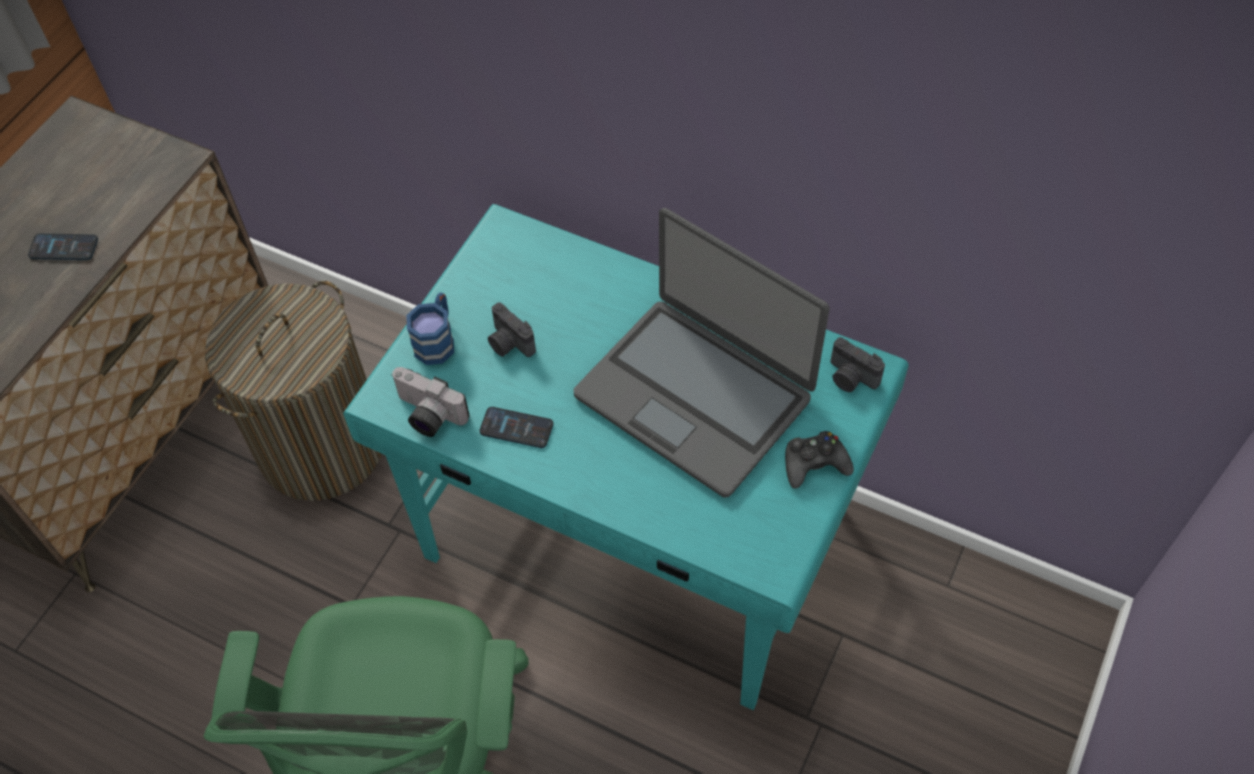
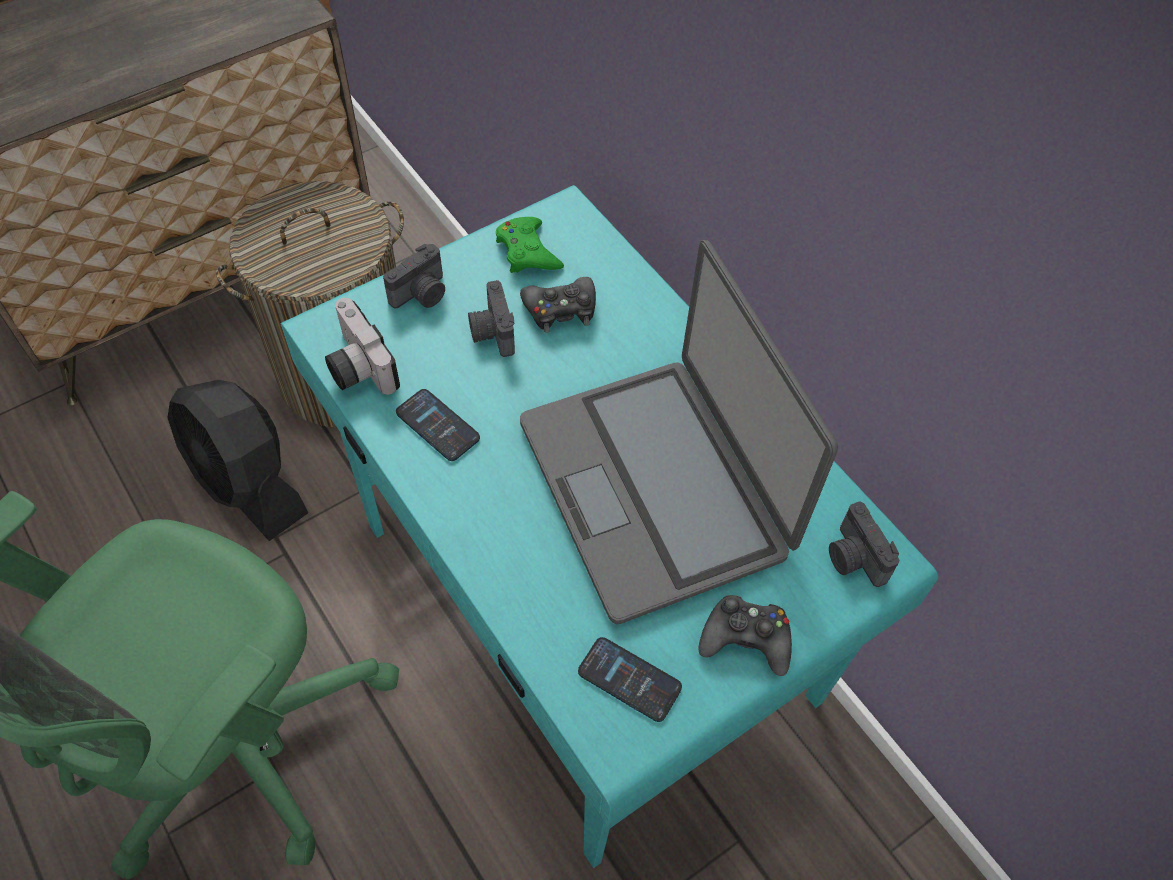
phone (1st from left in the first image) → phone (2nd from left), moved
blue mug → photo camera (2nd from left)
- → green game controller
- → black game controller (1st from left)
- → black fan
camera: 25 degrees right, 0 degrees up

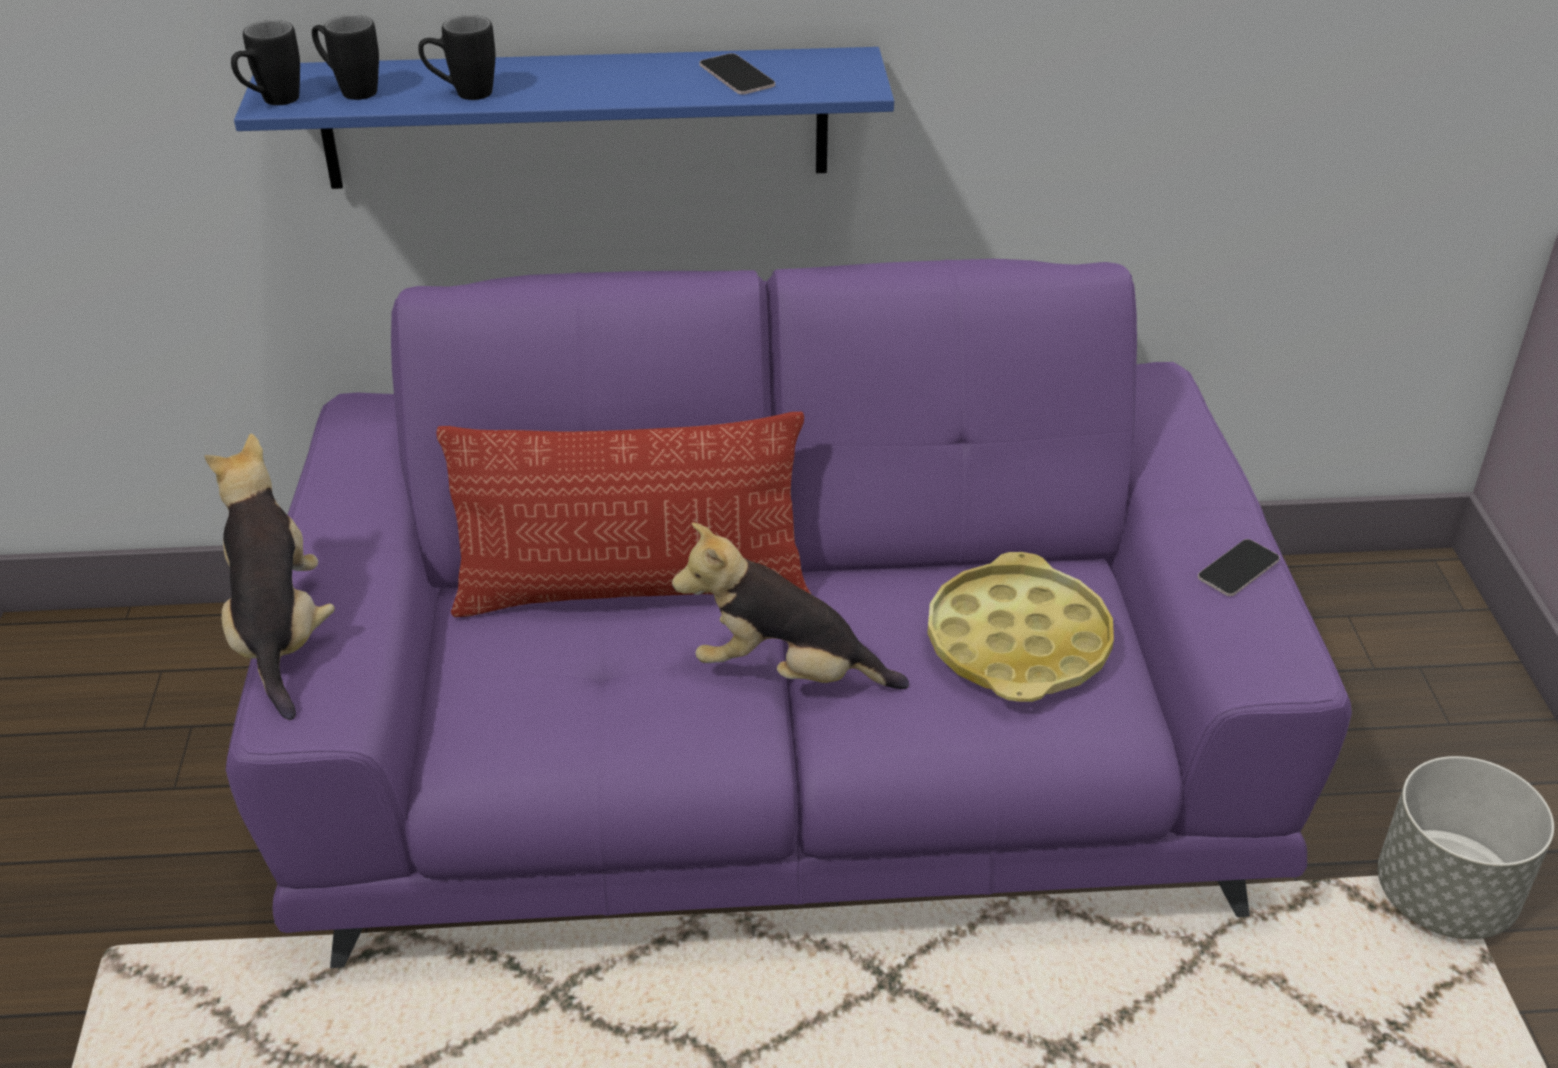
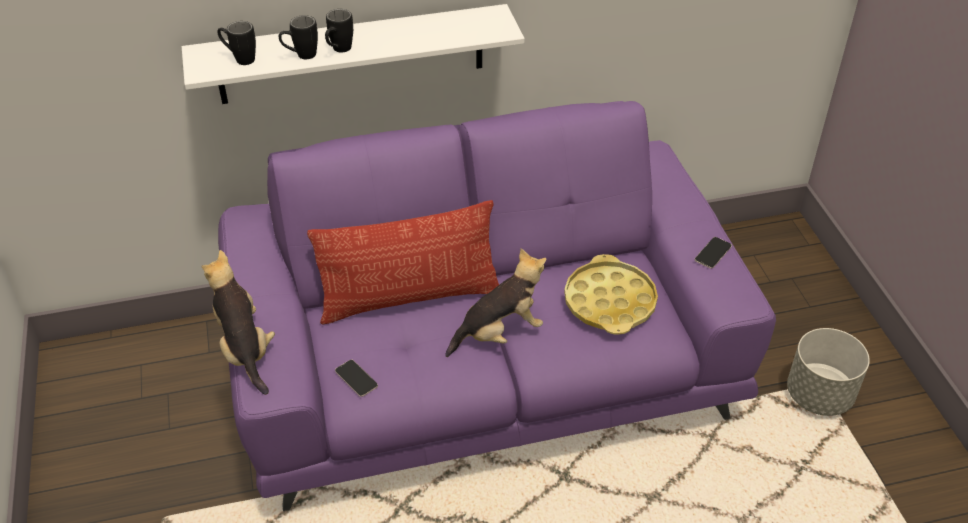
black mug (1st from left in the first image) → black mug (3rd from left), moved
blue shelf → white shelf
phone (1st from left), moved
plush toy (2nd from left), 150 degrees clockwise
camera: 10 degrees left, 5 degrees up

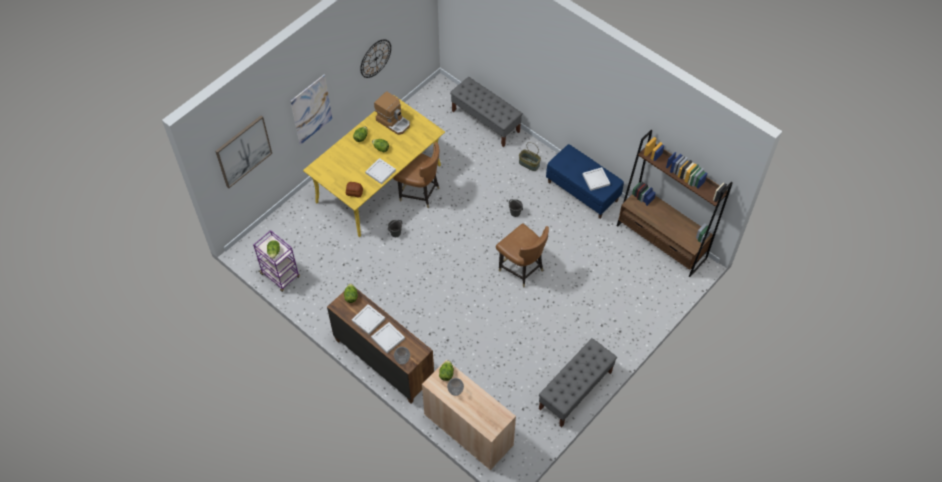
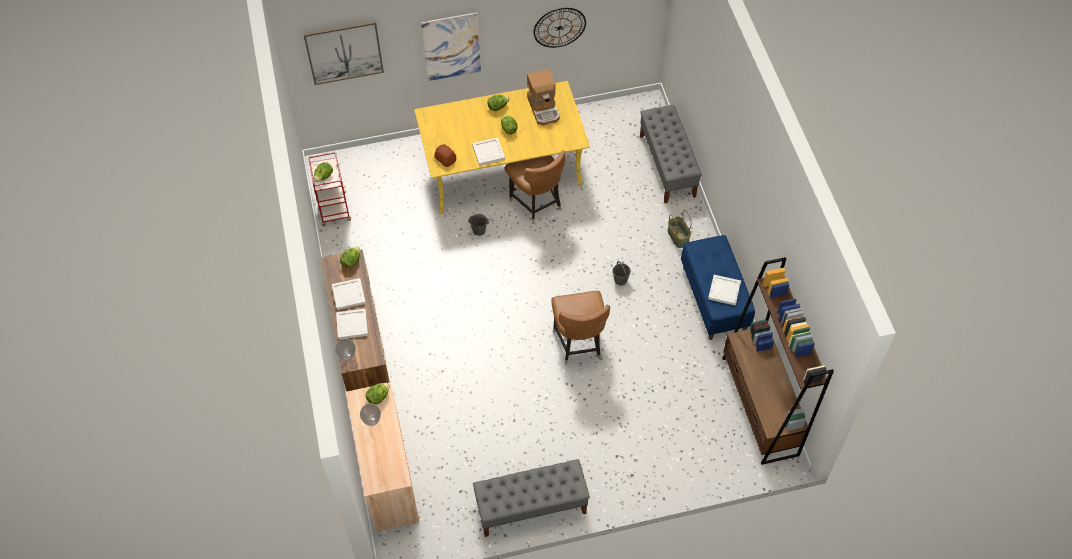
purple cart → red cart
camera: 35 degrees right, 0 degrees up

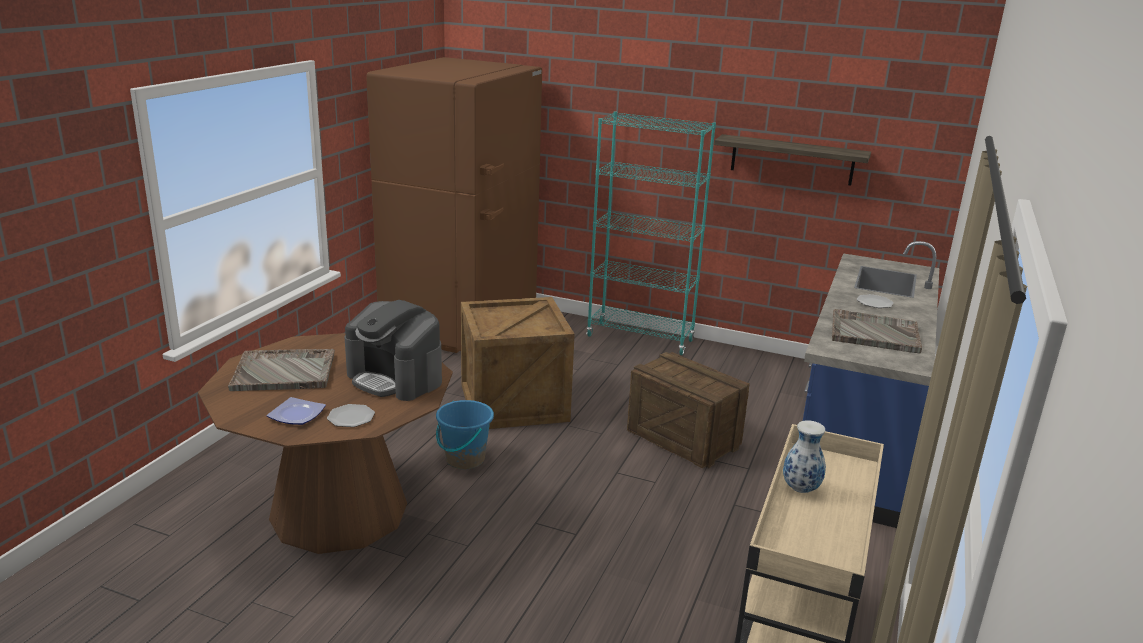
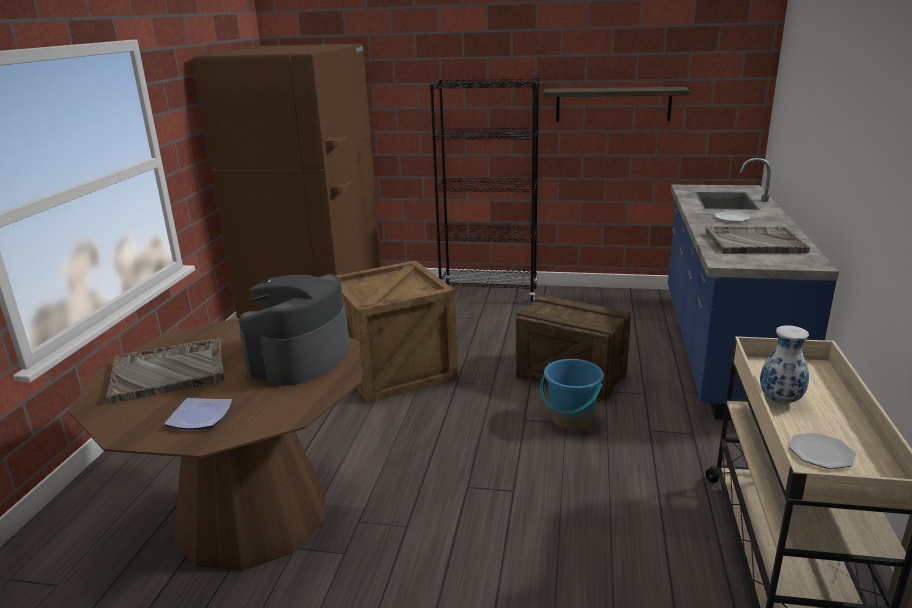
turquoise bookcase → black bookcase
coffee machine, 90 degrees clockwise
blue bucket, moved
plate (2nd from left in the first image) → plate (3rd from left), moved
camera: 10 degrees left, 0 degrees up

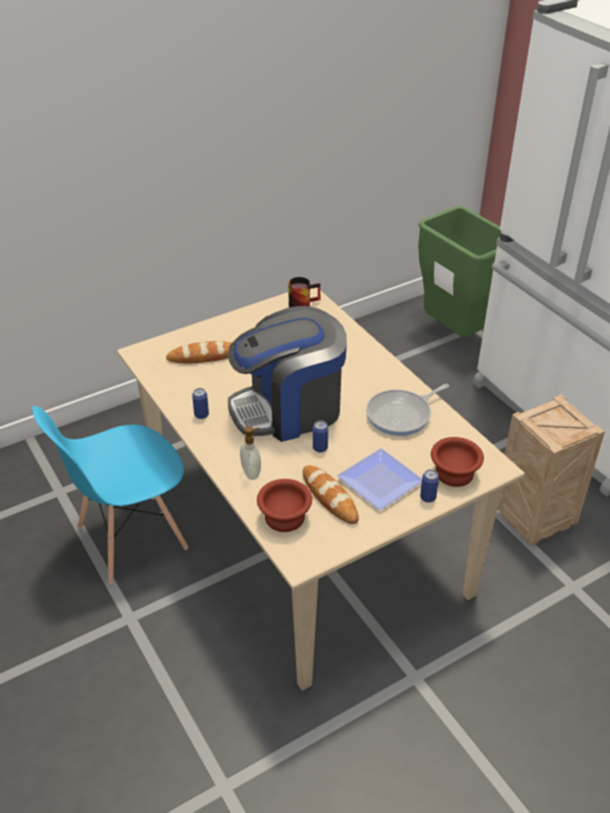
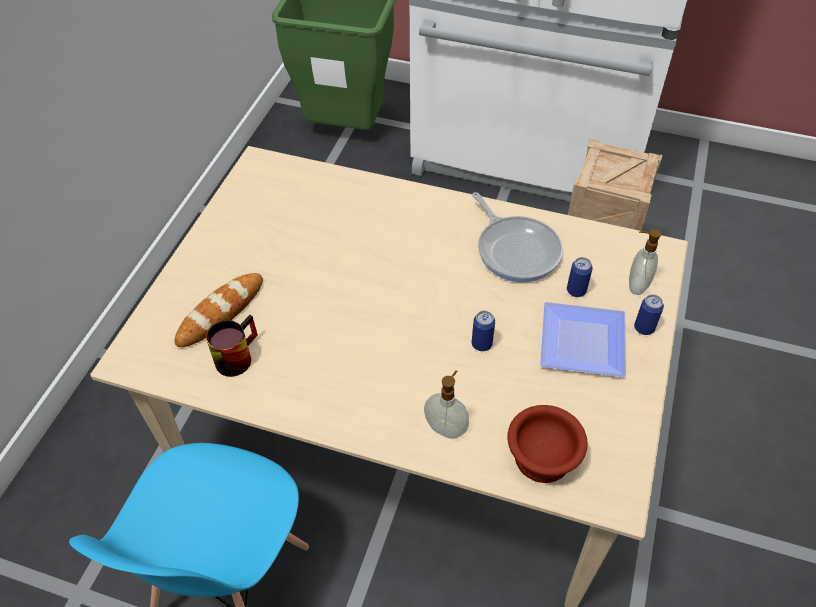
mug, moved
coffee machine → -
frying pan, 45 degrees counterclockwise
can (1st from left in the first image) → can (2nd from left), moved
brown bowl (2nd from left) → soap dispenser (2nd from left)
bread (2nd from left) → -
camera: 40 degrees left, 10 degrees up

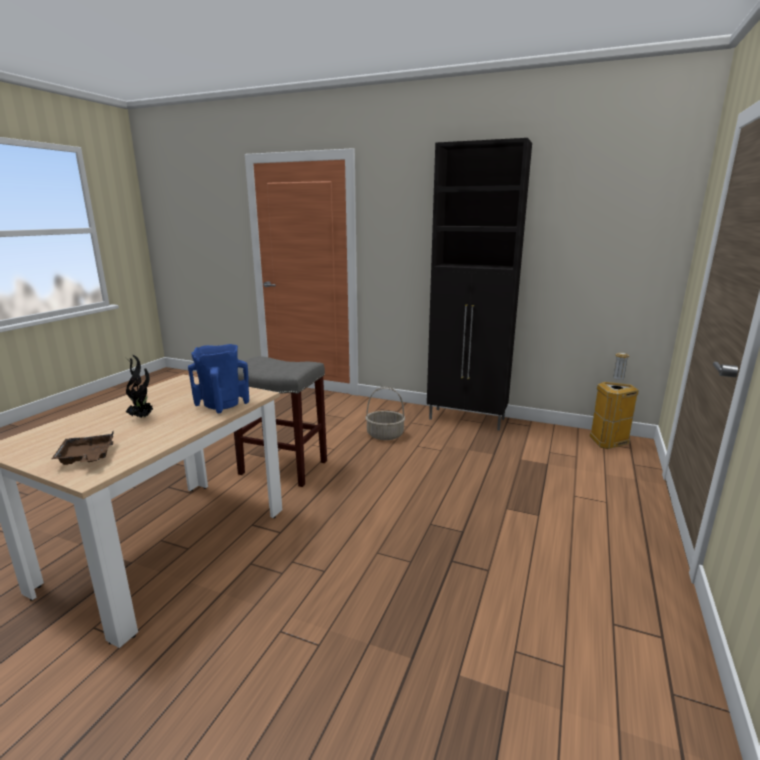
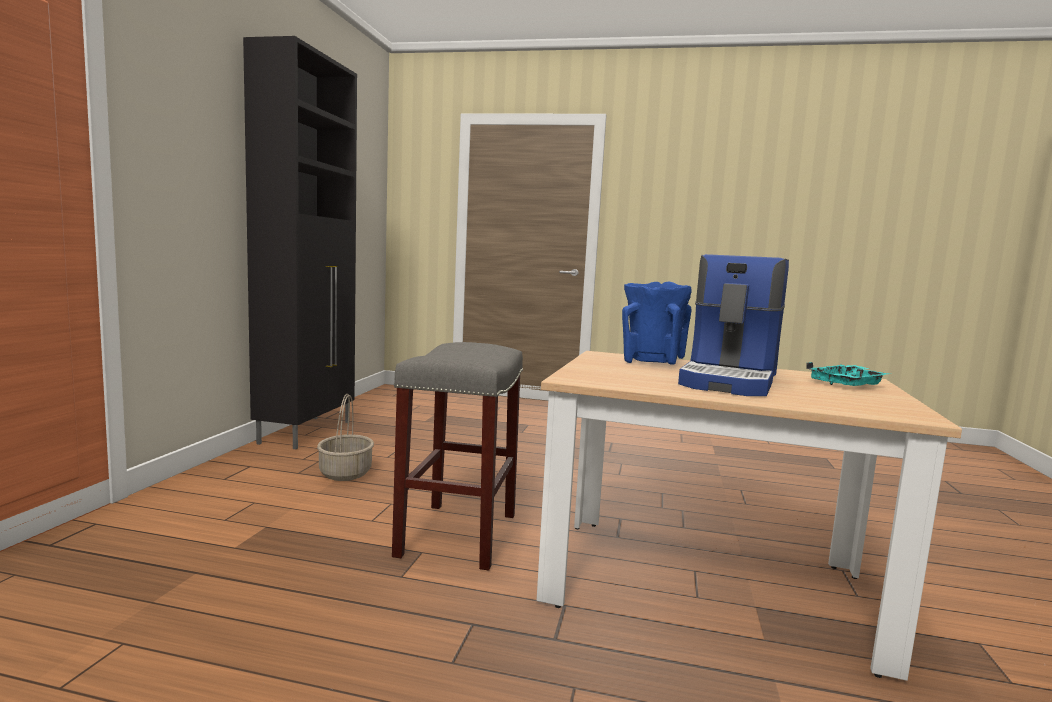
trash can → -
potted plant → coffee machine
brown tray → turquoise tray
camera: 100 degrees left, 10 degrees down

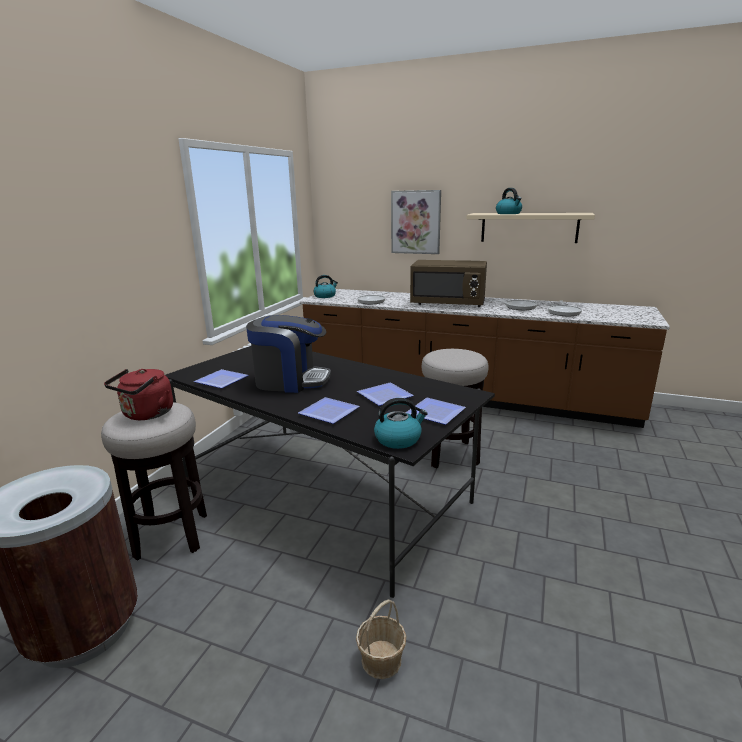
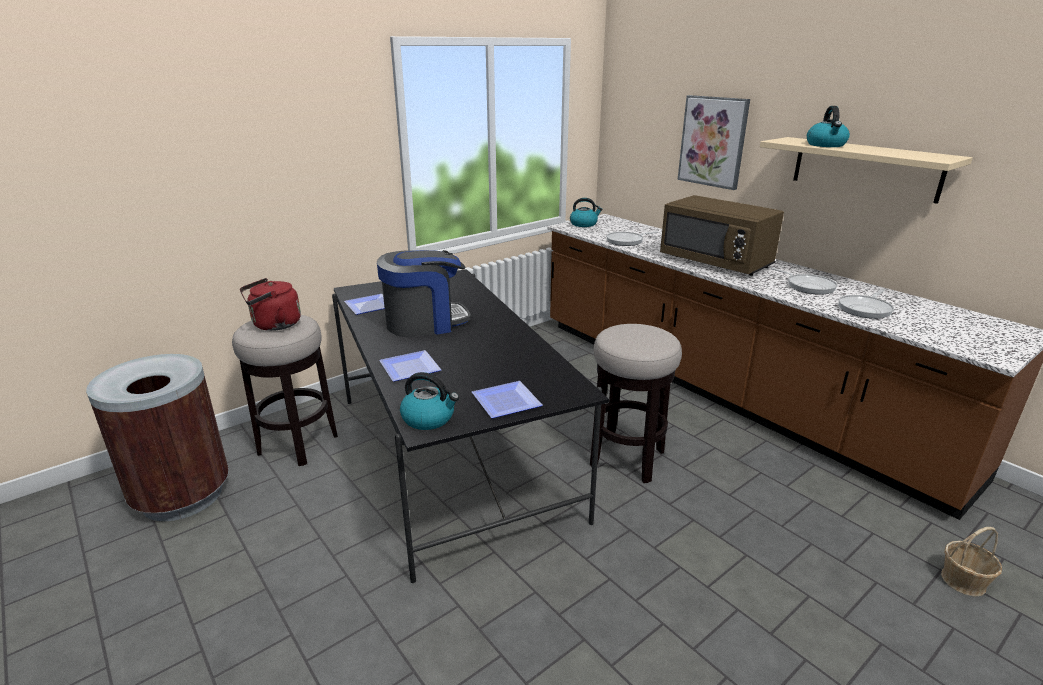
coffee machine, 60 degrees counterclockwise
plate (3rd from left) → -
basket, moved
camera: 30 degrees right, 5 degrees up

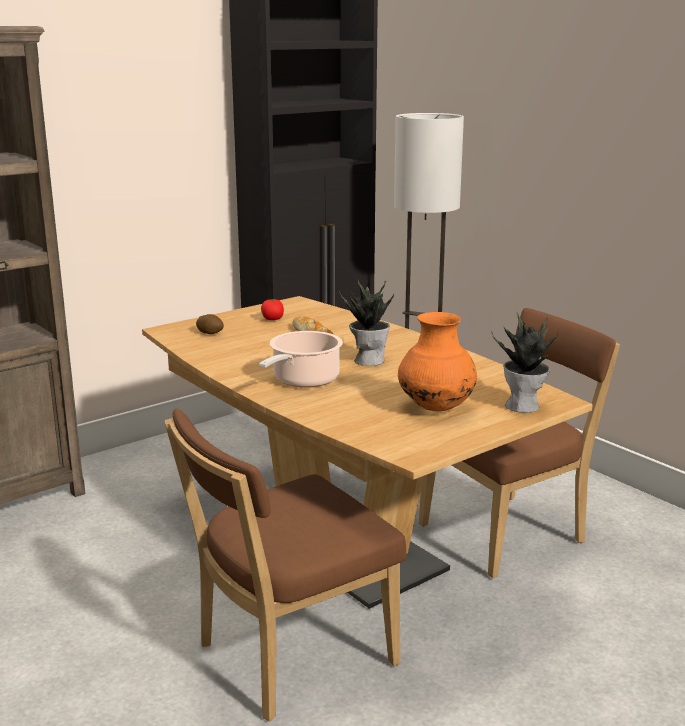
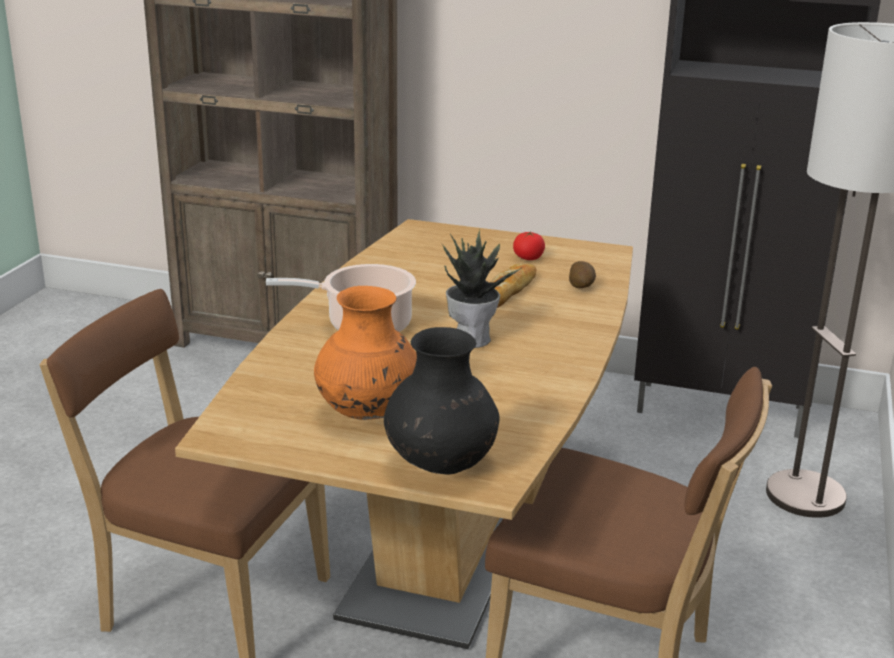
potted plant (2nd from left) → black vase
potato, moved
camera: 55 degrees right, 5 degrees up

